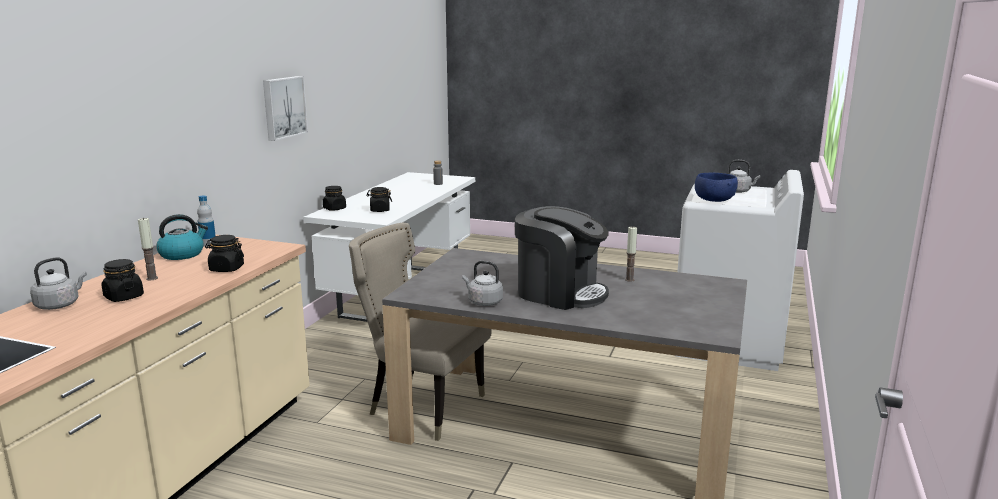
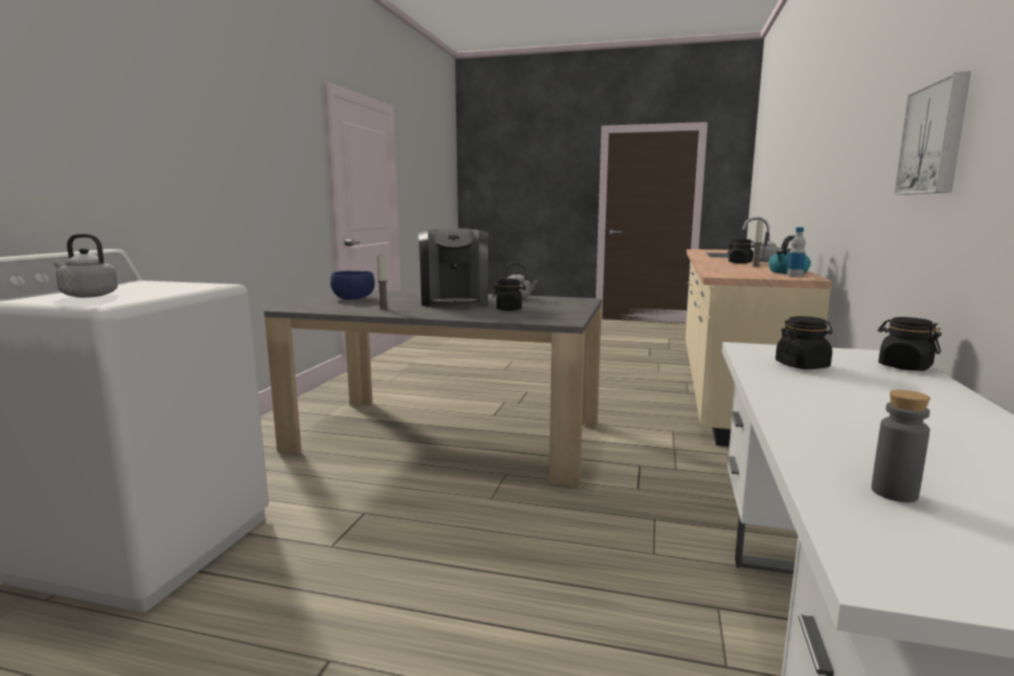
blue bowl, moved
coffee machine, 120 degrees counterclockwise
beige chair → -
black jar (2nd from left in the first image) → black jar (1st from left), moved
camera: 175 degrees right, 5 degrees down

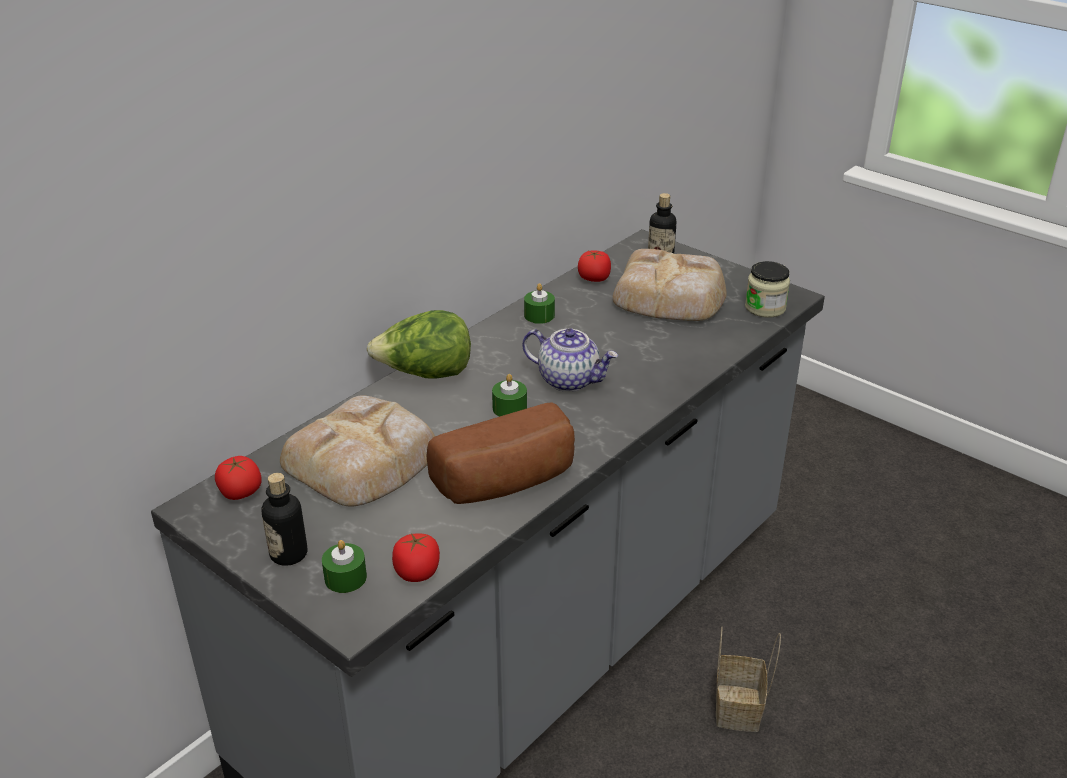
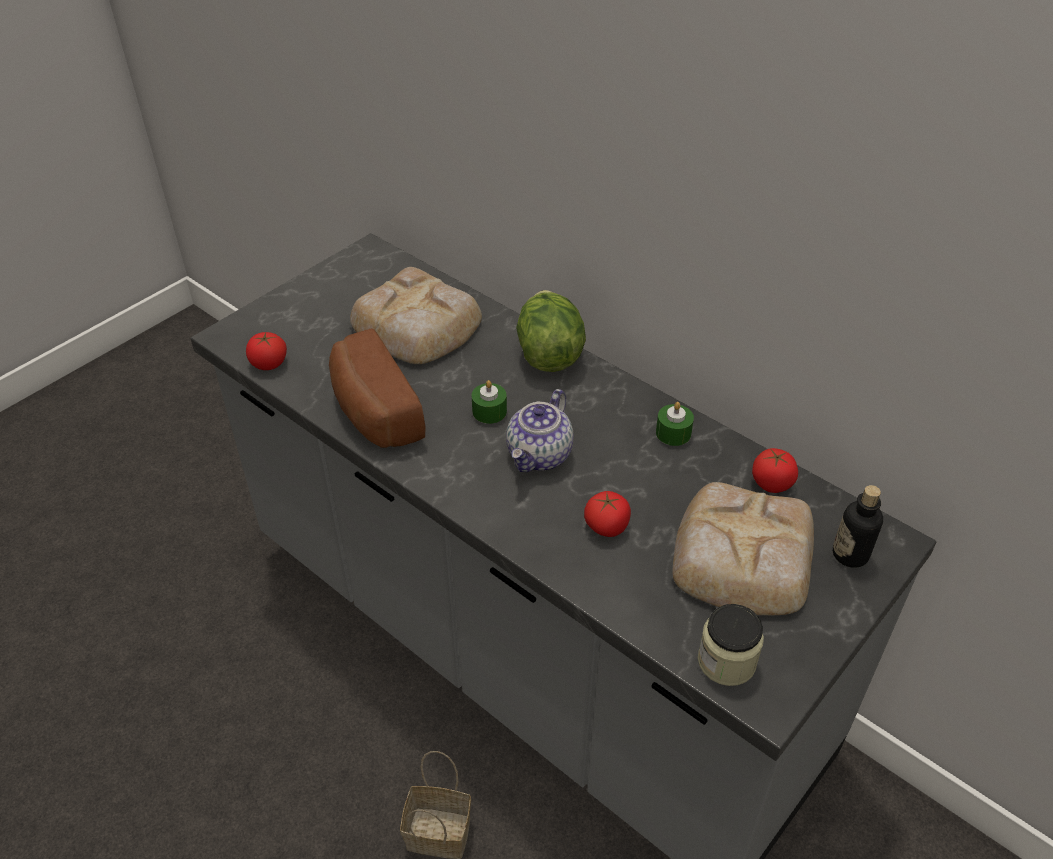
tomato (1st from left in the first image) → tomato (2nd from left), moved
bottle (1st from left) → -
green candle (1st from left) → -
camera: 90 degrees right, 10 degrees up

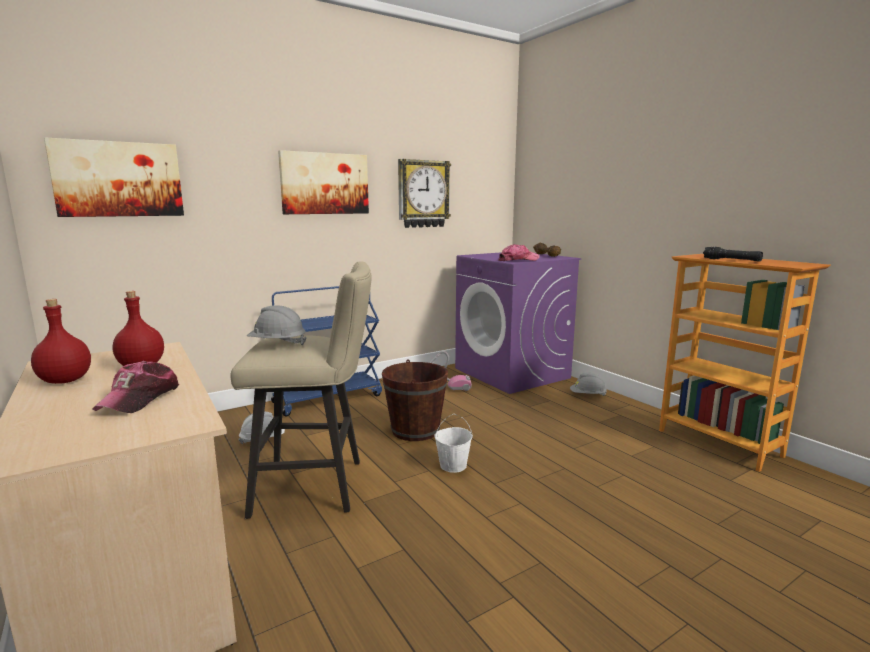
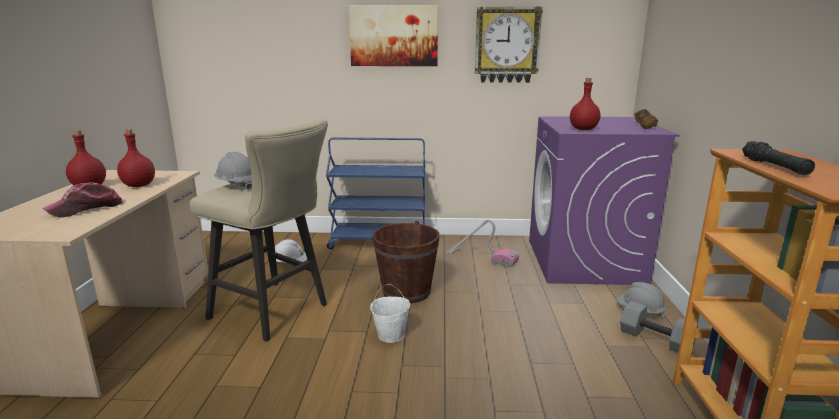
picture (1st from left) → -
cap (2nd from left) → red bottle (3rd from left)
- → grey dumbbell
camera: 35 degrees right, 5 degrees up

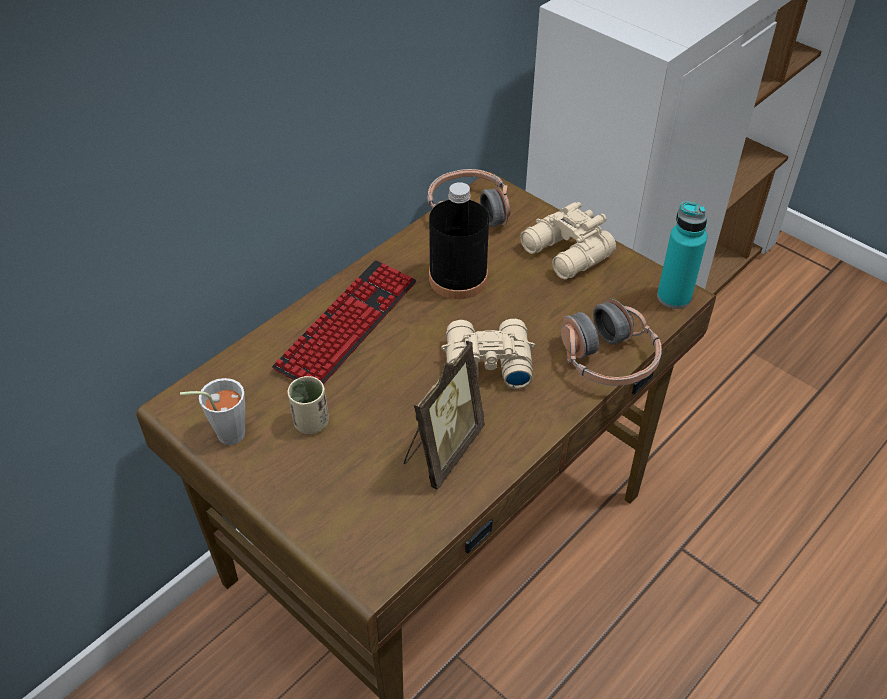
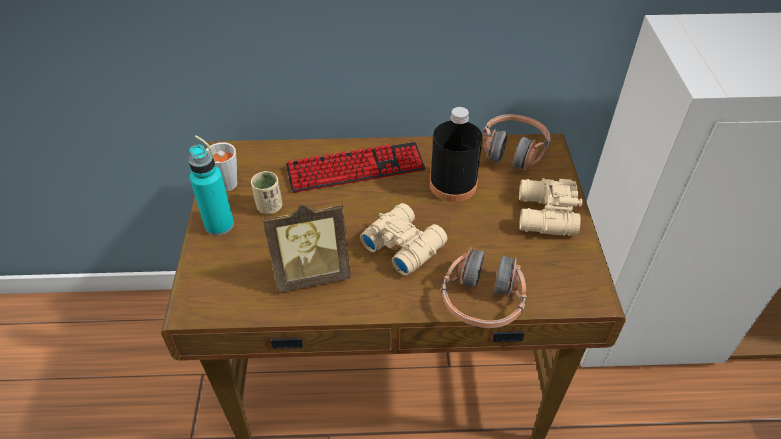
turquoise bottle, moved
camera: 45 degrees right, 0 degrees up

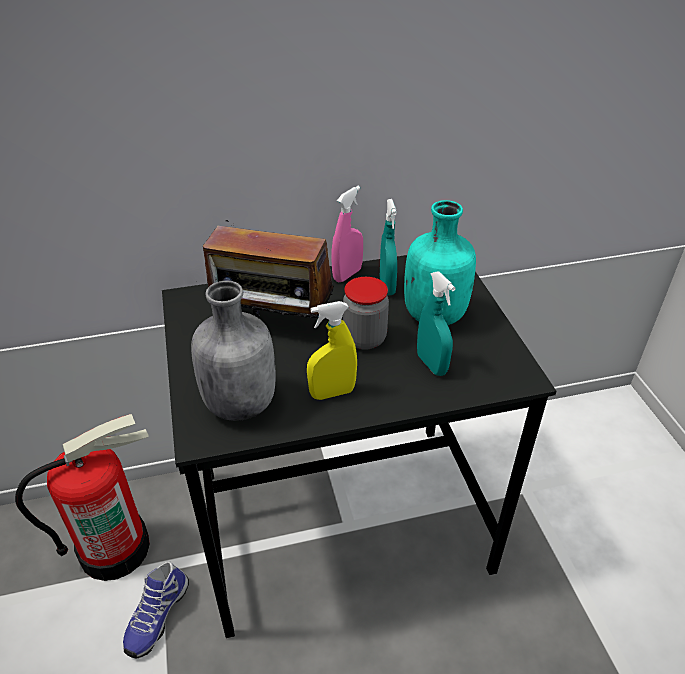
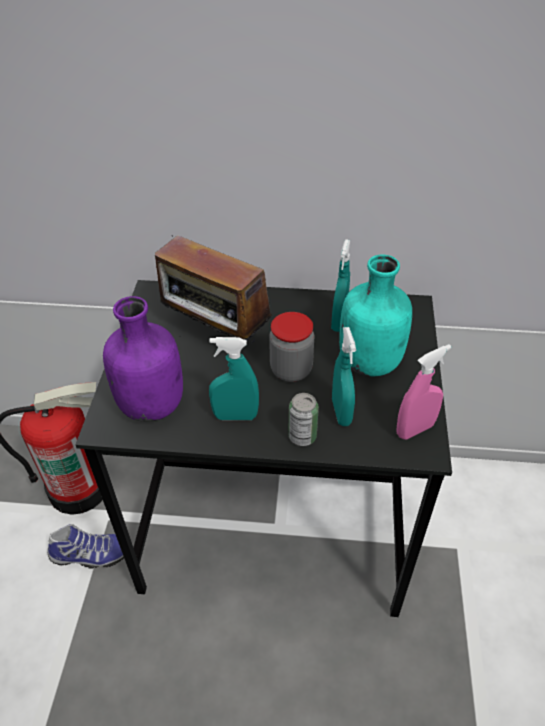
pink spray bottle, moved
grey bottle → purple bottle
yellow spray bottle → turquoise spray bottle (1st from left)
shoe, 135 degrees counterclockwise
- → can
camera: 20 degrees right, 5 degrees up

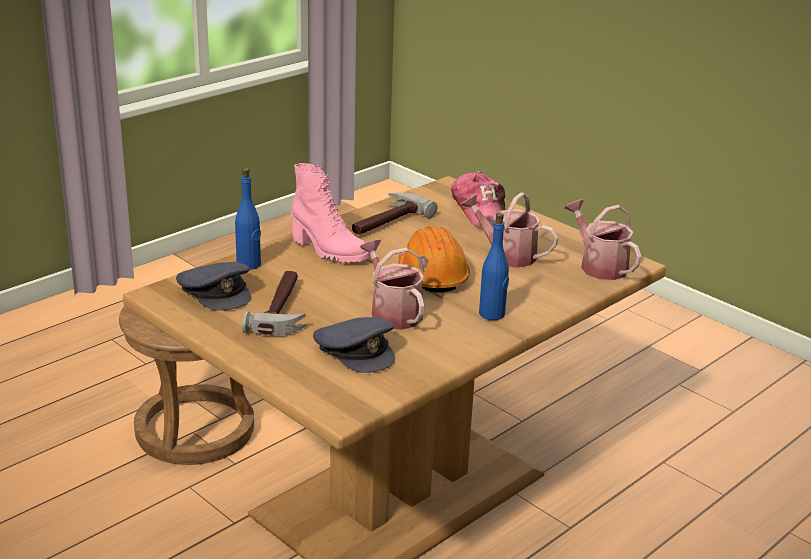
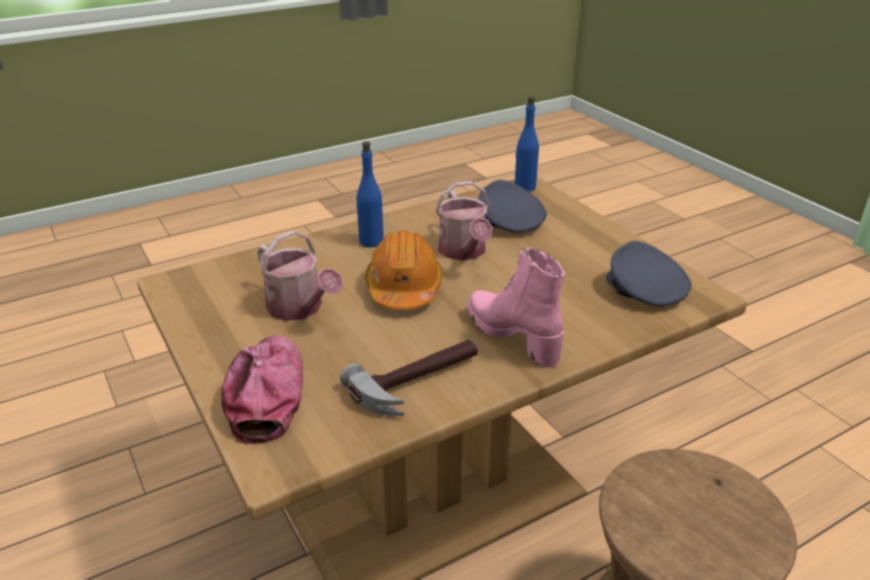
blue bottle (1st from left in the first image) → blue bottle (2nd from left), moved
watering can (3rd from left) → -
hammer (1st from left) → -
camera: 165 degrees left, 5 degrees up

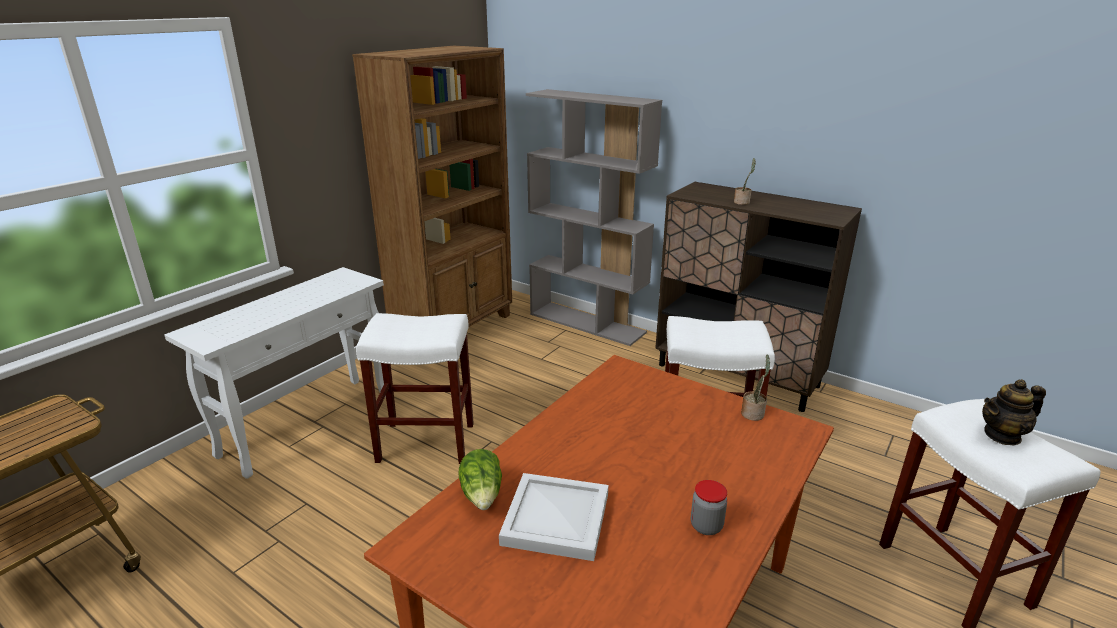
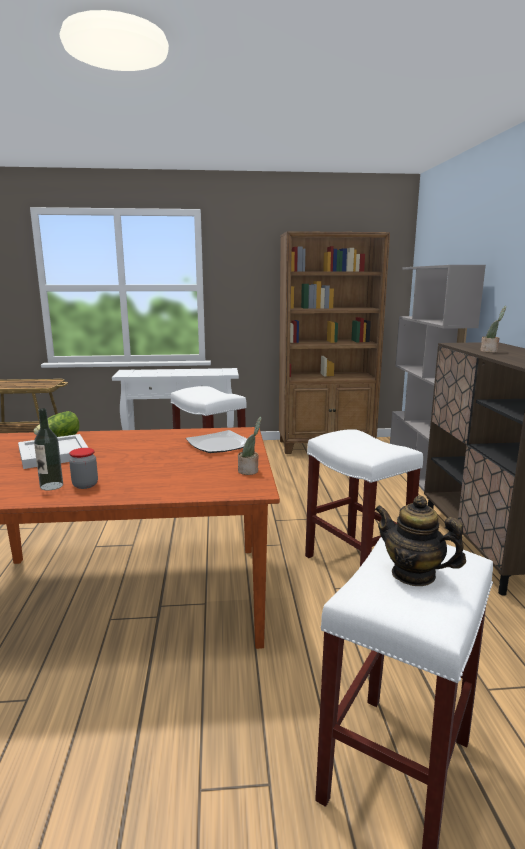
- → bottle
- → plate
camera: 50 degrees right, 10 degrees down

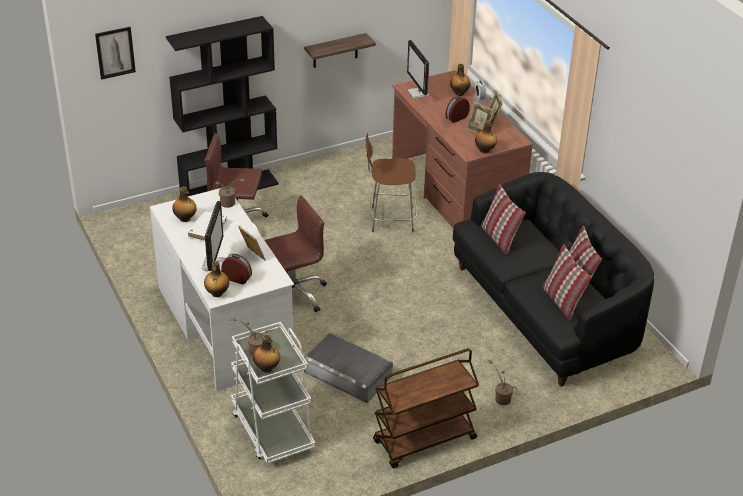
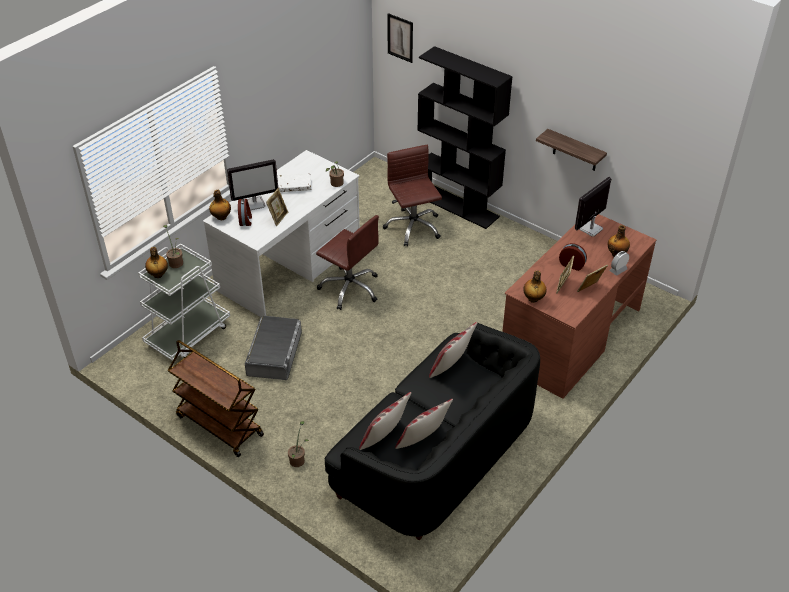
brown stool → -
bottle (1st from left) → -
camera: 65 degrees right, 5 degrees up

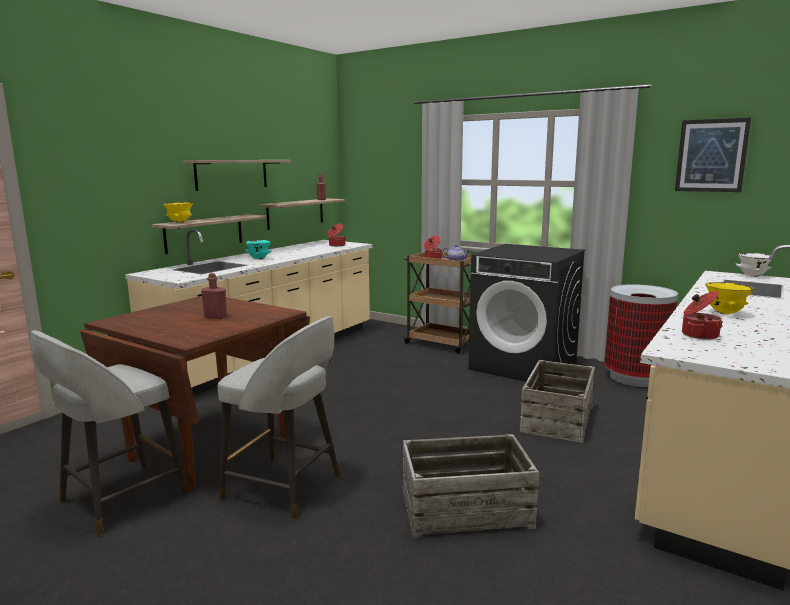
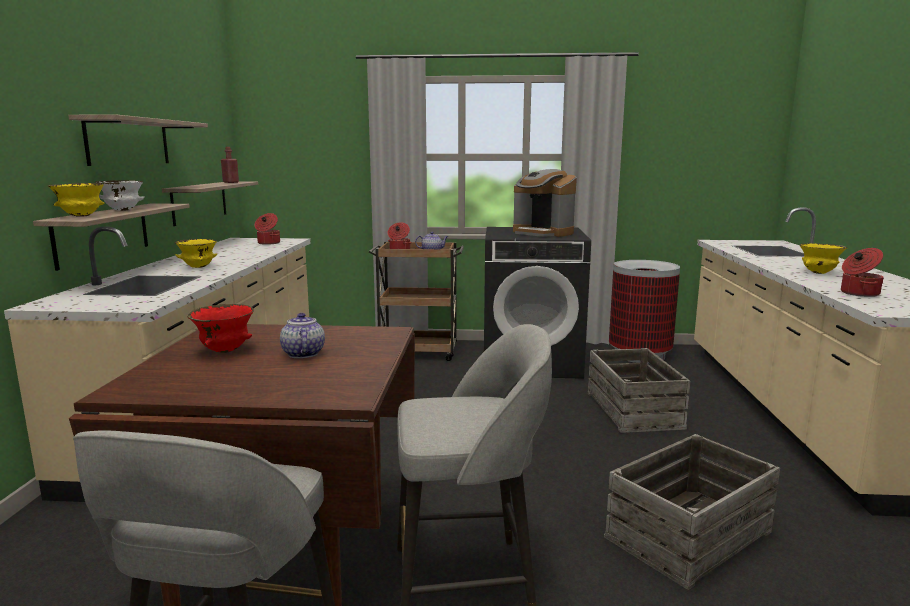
picture → -
turquoise bowl → yellow bowl (2nd from left)
white bowl, moved
red bottle (1st from left) → teapot (1st from left)
- → coffee machine
- → red bowl
camera: 30 degrees left, 0 degrees up

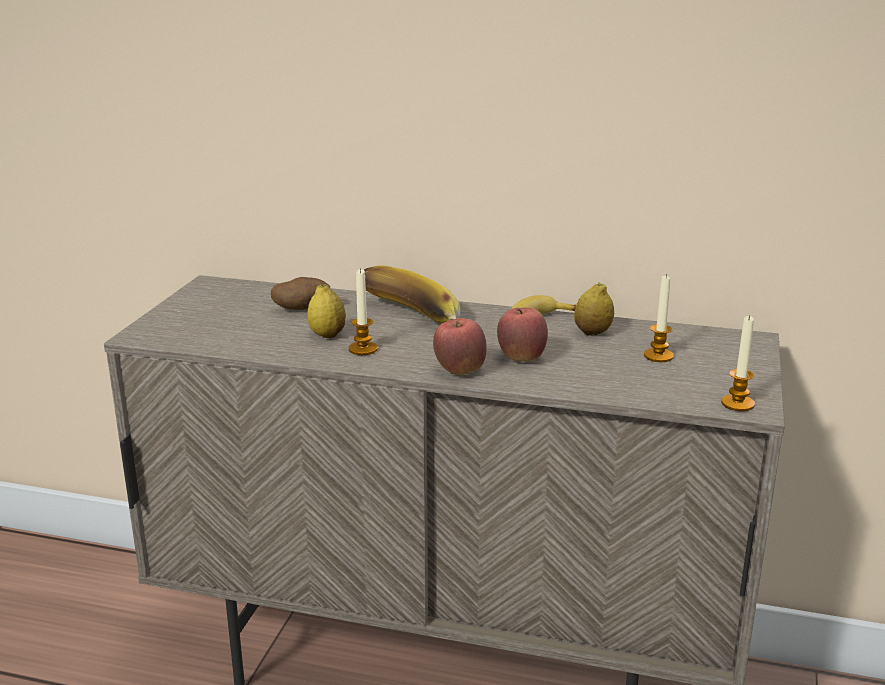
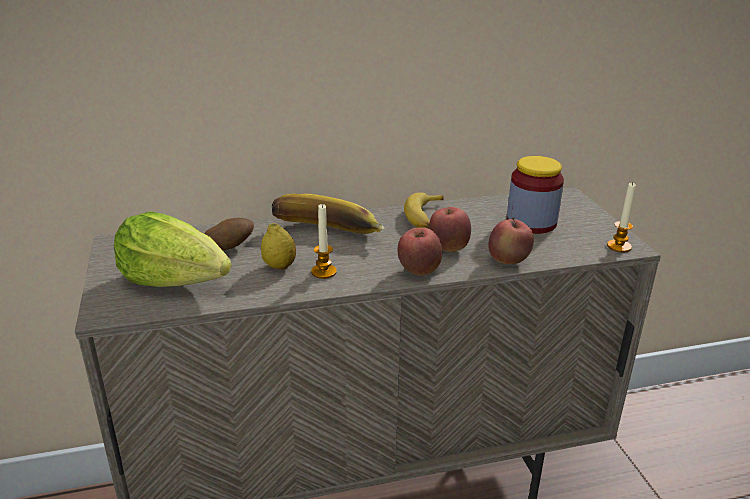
candle (2nd from left) → jar
lemon (2nd from left) → -
- → lettuce
- → apple (3rd from left)
camera: 30 degrees left, 5 degrees up

